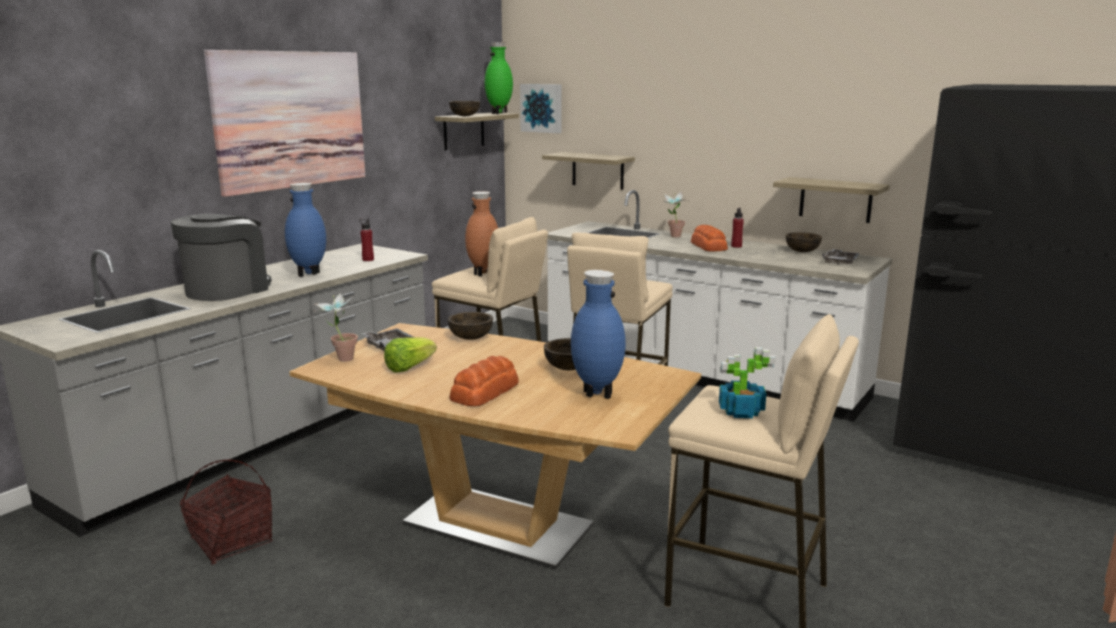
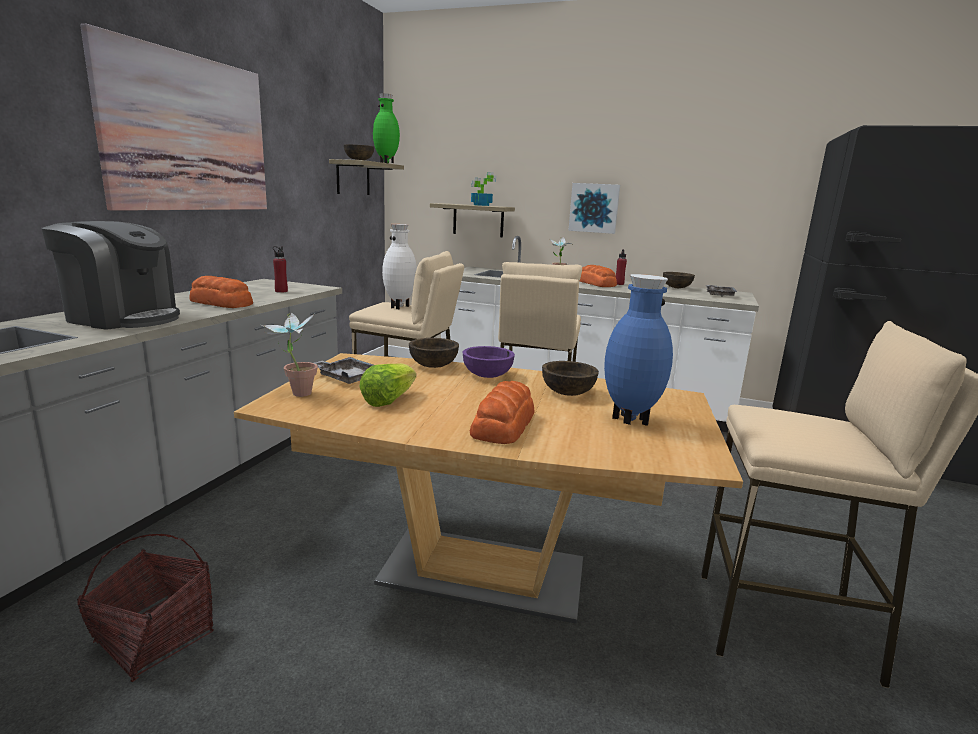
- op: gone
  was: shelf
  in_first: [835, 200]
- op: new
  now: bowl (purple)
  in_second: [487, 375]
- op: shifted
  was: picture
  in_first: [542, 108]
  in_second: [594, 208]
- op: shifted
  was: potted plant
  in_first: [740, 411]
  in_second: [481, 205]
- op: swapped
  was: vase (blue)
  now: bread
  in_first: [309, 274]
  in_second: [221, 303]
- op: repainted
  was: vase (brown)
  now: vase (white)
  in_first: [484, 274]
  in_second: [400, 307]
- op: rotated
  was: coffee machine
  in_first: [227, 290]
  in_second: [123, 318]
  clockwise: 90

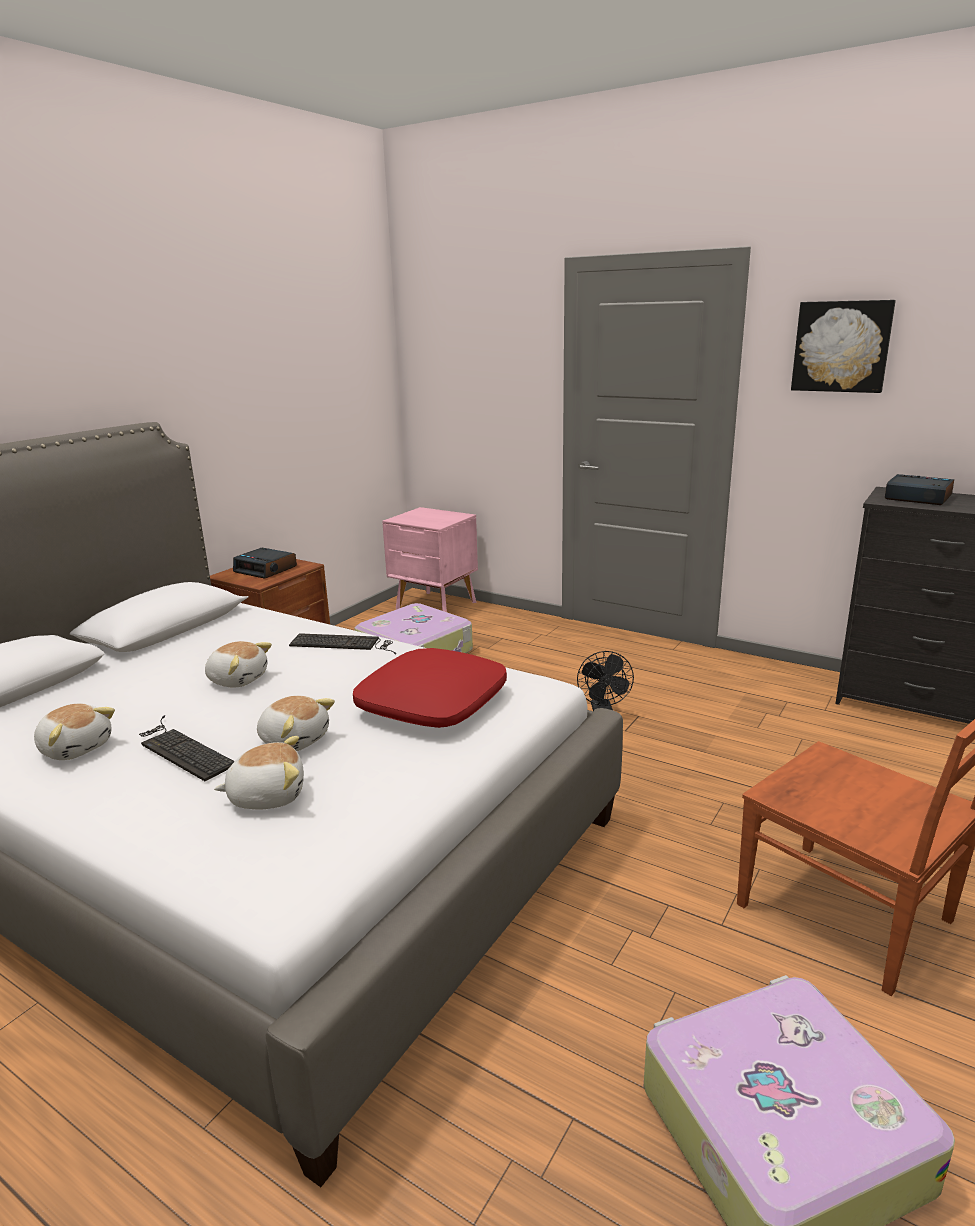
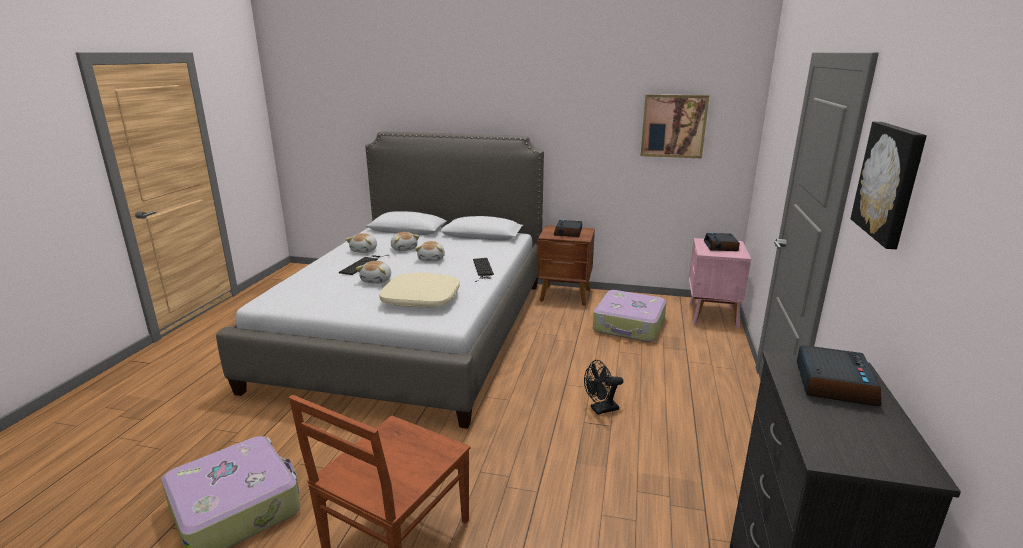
- op: new
  now: picture
  in_second: [673, 126]
- op: new
  now: alarm clock
  in_second: [721, 246]
- op: shifted
  was: plush toy
  in_first: [267, 795]
  in_second: [404, 249]
- op: repainted
  was: pillow (red)
  now: pillow (beige)
  in_first: [432, 703]
  in_second: [421, 299]

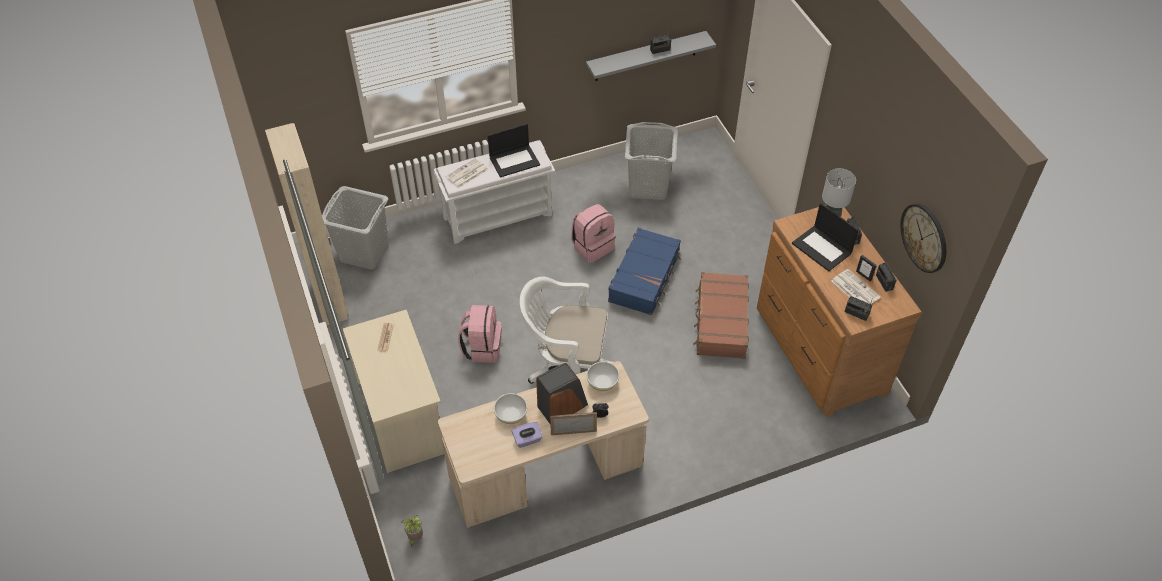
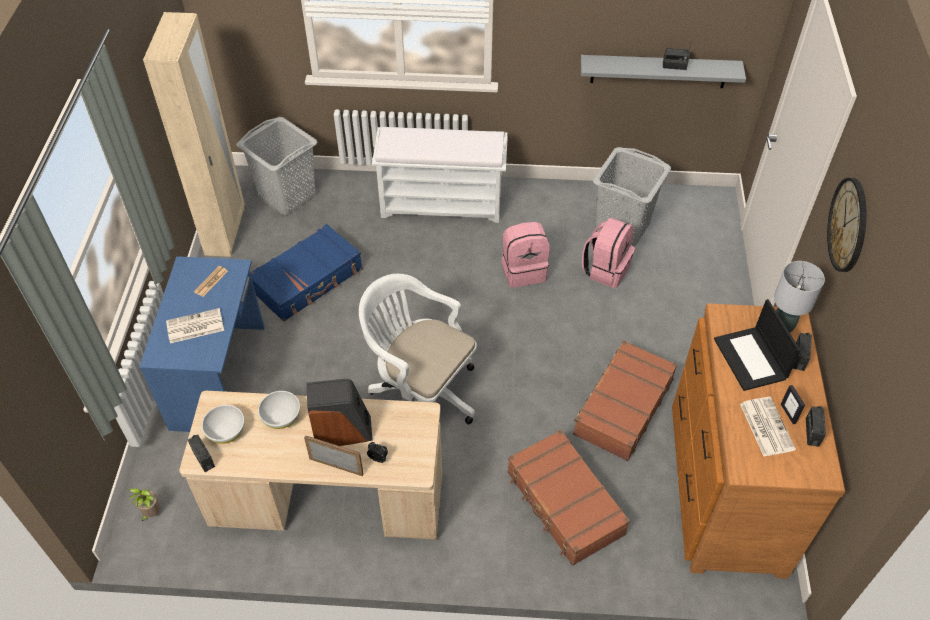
- op: gone
  was: laptop
  in_first: [514, 160]
- op: gone
  was: tissue box (purple)
  in_first: [527, 440]
- op: new
  now: suitcase (brown)
  in_second: [564, 504]
- op: shifted
  was: newspaper
  in_first: [467, 174]
  in_second: [194, 326]
- op: shifted
  was: backpack (pink)
  in_first: [482, 348]
  in_second: [606, 269]
- op: shifted
  was: bowl (white)
  in_first: [603, 382]
  in_second: [226, 431]
- op: shifted
  was: suitcase (blue)
  in_first: [645, 278]
  in_second: [308, 281]
- op: shifted
  was: radio
  in_first: [856, 313]
  in_second: [203, 458]
- op: shifted
  was: wall clock
  in_first: [924, 237]
  in_second: [848, 225]
- op: repainted
  was: desk (beige)
  now: desk (blue)
  in_first: [402, 416]
  in_second: [220, 376]

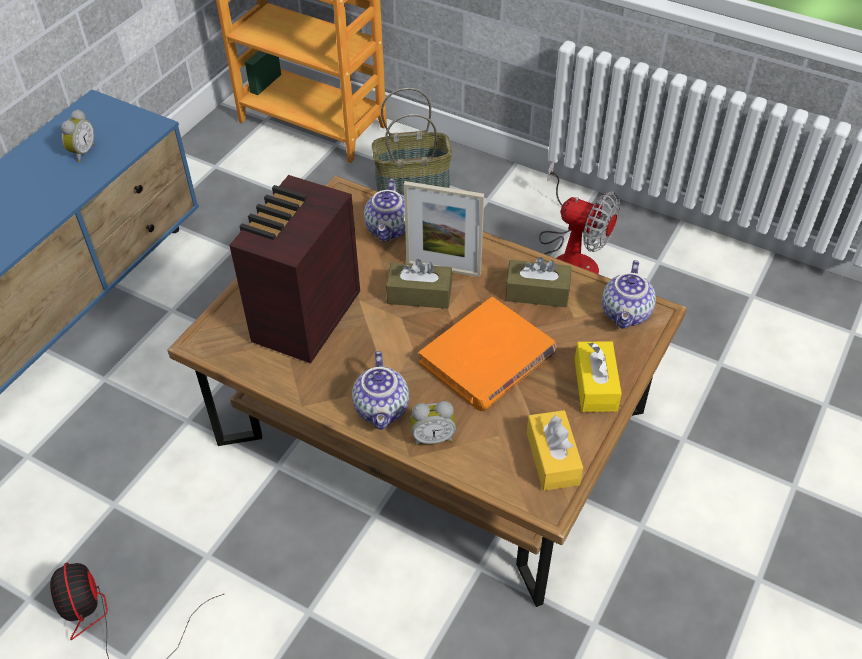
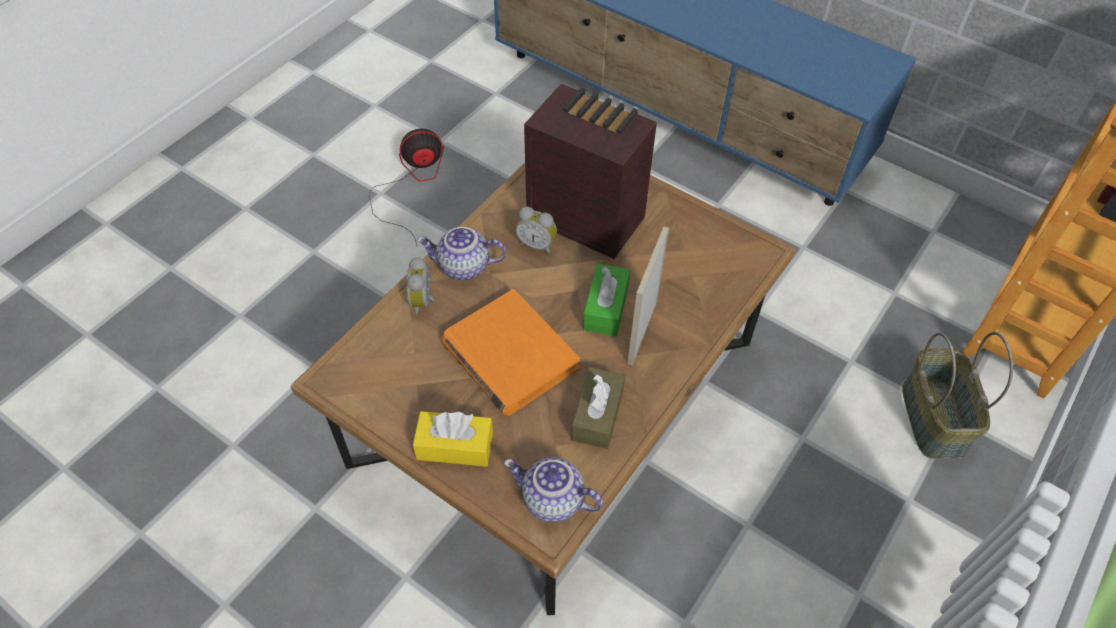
- op: gone
  was: teapot
  in_first: [390, 229]
- op: gone
  was: tissue box (yellow)
  in_first: [552, 458]
- op: gone
  was: fan
  in_first: [570, 259]
- op: shifted
  was: alarm clock
  in_first: [82, 152]
  in_second: [537, 244]
- op: repainted
  was: tissue box (brown)
  now: tissue box (green)
  in_first: [419, 294]
  in_second: [606, 308]

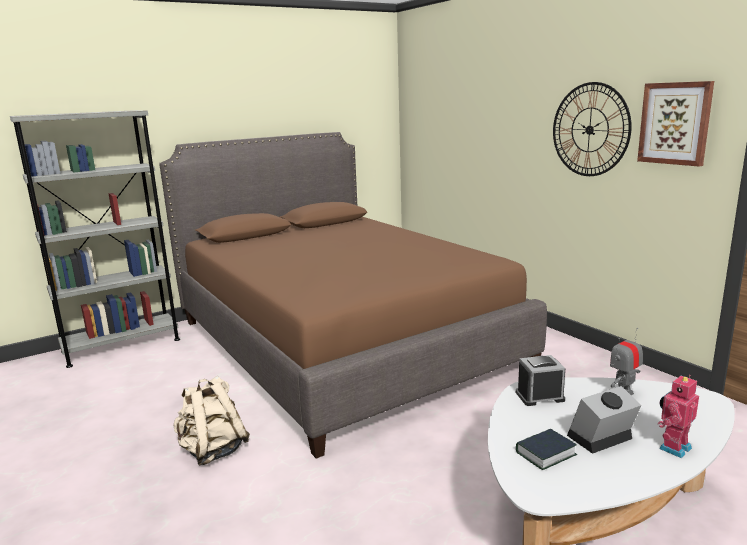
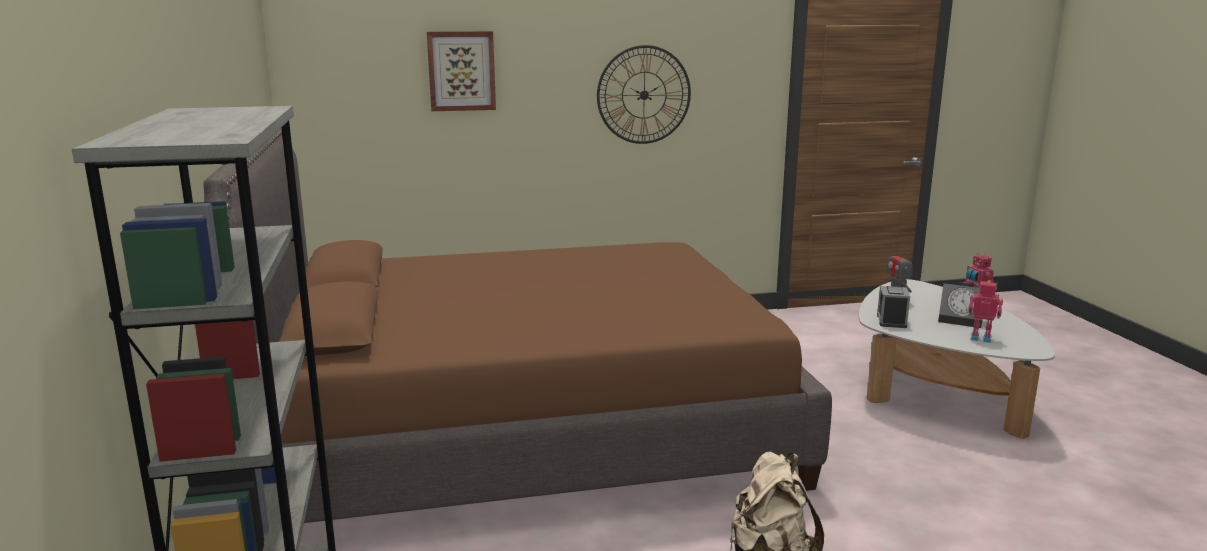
- op: shifted
  was: picture
  in_first: [675, 123]
  in_second: [461, 71]
- op: swapped
  was: book
  now: toy robot
  in_first: [545, 453]
  in_second: [981, 338]
- op: rotated
  was: alarm clock
  in_first: [600, 439]
  in_second: [962, 320]
  clockwise: -60

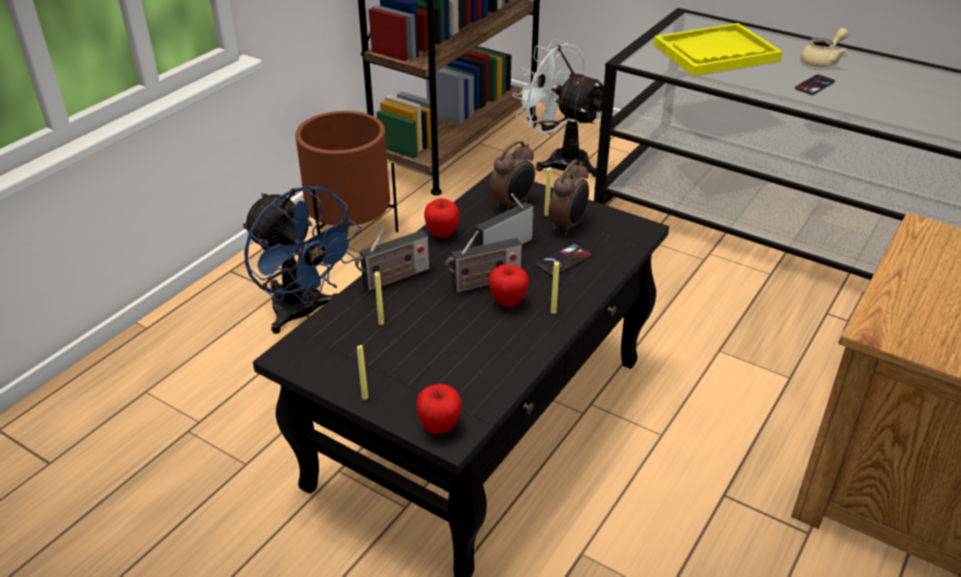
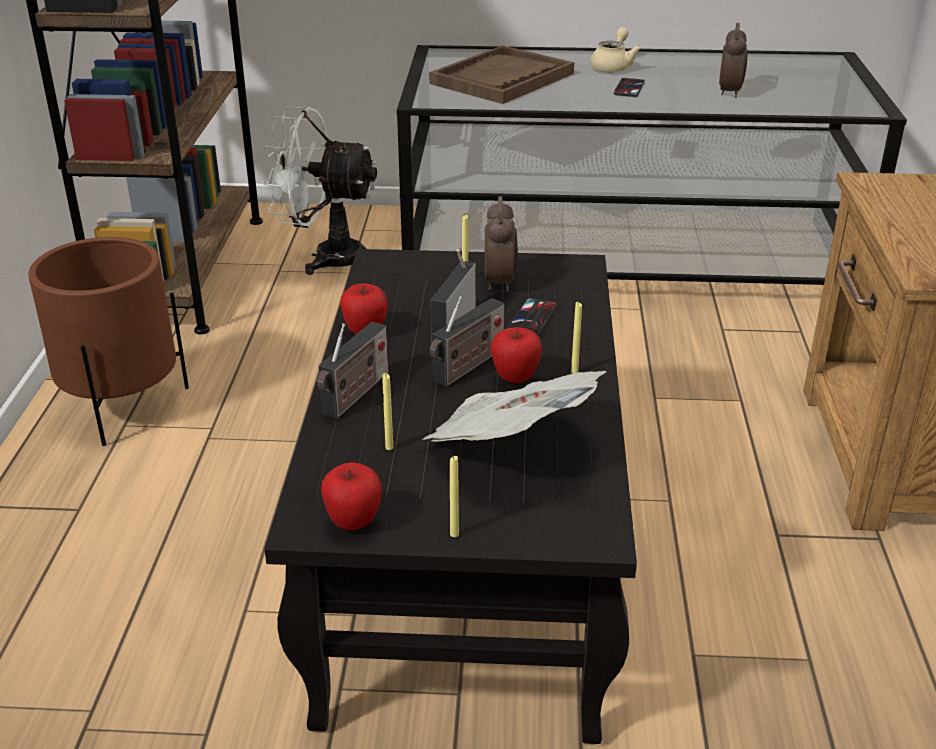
- op: gone
  was: fan (blue)
  in_first: [303, 313]
- op: new
  now: newspaper
  in_second: [511, 445]
- op: shifted
  was: apple
  in_first: [439, 427]
  in_second: [353, 522]
- op: shifted
  was: alarm clock
  in_first: [513, 204]
  in_second: [730, 92]
- op: repainted
  was: tray (yellow)
  now: tray (brown)
  in_first: [715, 53]
  in_second: [502, 79]

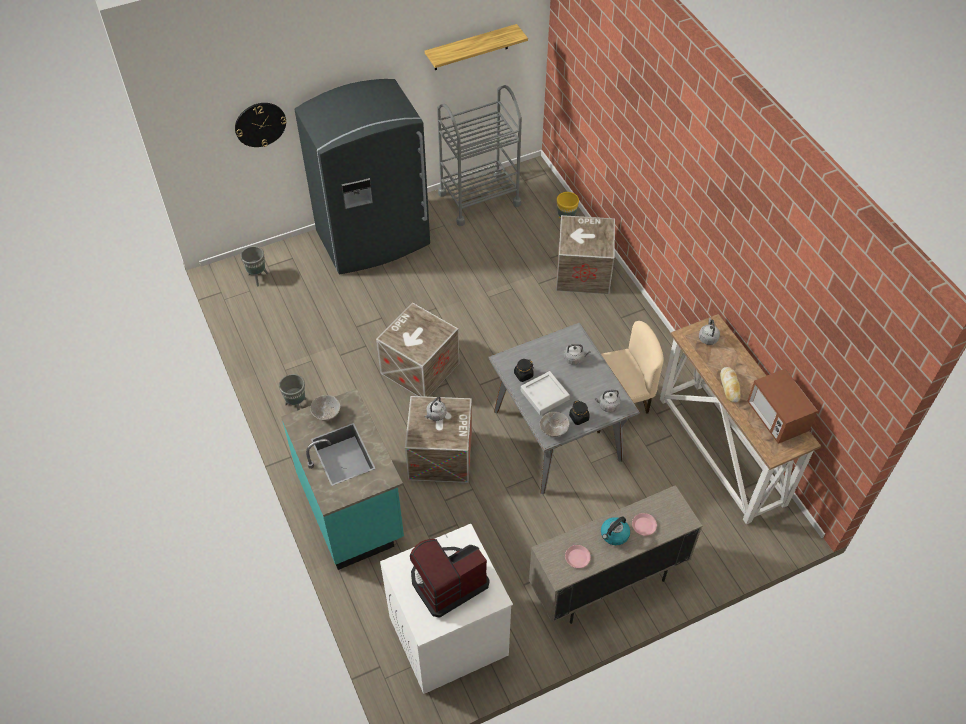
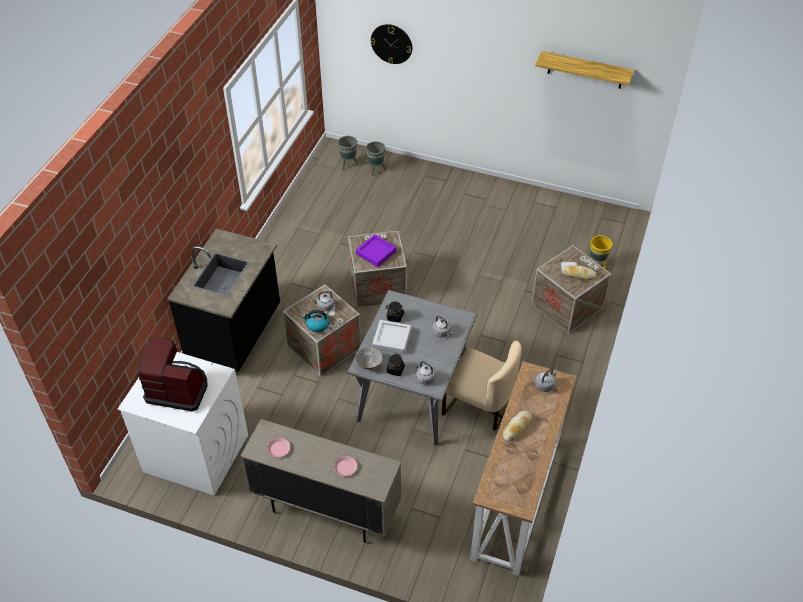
- op: gone
  was: fridge (grey)
  in_first: [374, 239]
- op: gone
  was: bowl (grey)
  in_first: [326, 414]
- op: gone
  was: cart (grey)
  in_first: [479, 199]
- op: gone
  was: microwave
  in_first: [776, 418]
- op: new
  now: tray (purple)
  in_second: [376, 253]
- op: new
  now: bread
  in_second: [578, 274]
- op: shifted
  was: planter (grey)
  in_first: [297, 406]
  in_second: [376, 170]
- op: shifted
  was: kettle
  in_first: [614, 535]
  in_second: [317, 325]
- op: repainted
  was: counter (turquoise)
  now: counter (black)
  in_first: [352, 509]
  in_second: [236, 336]

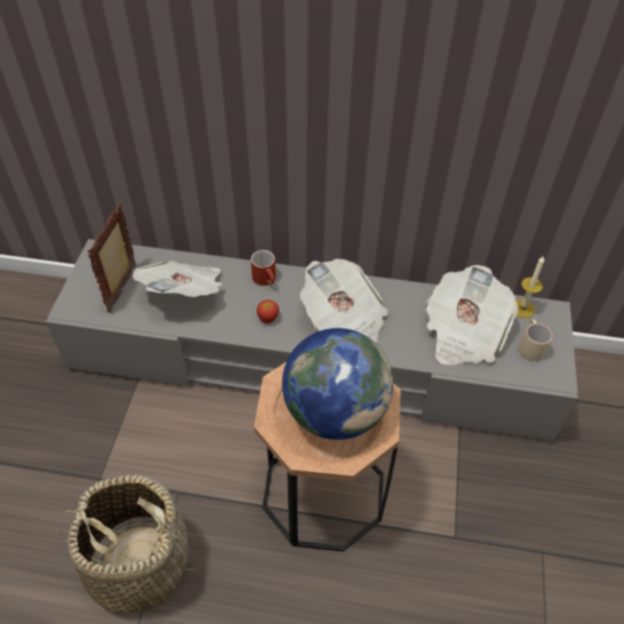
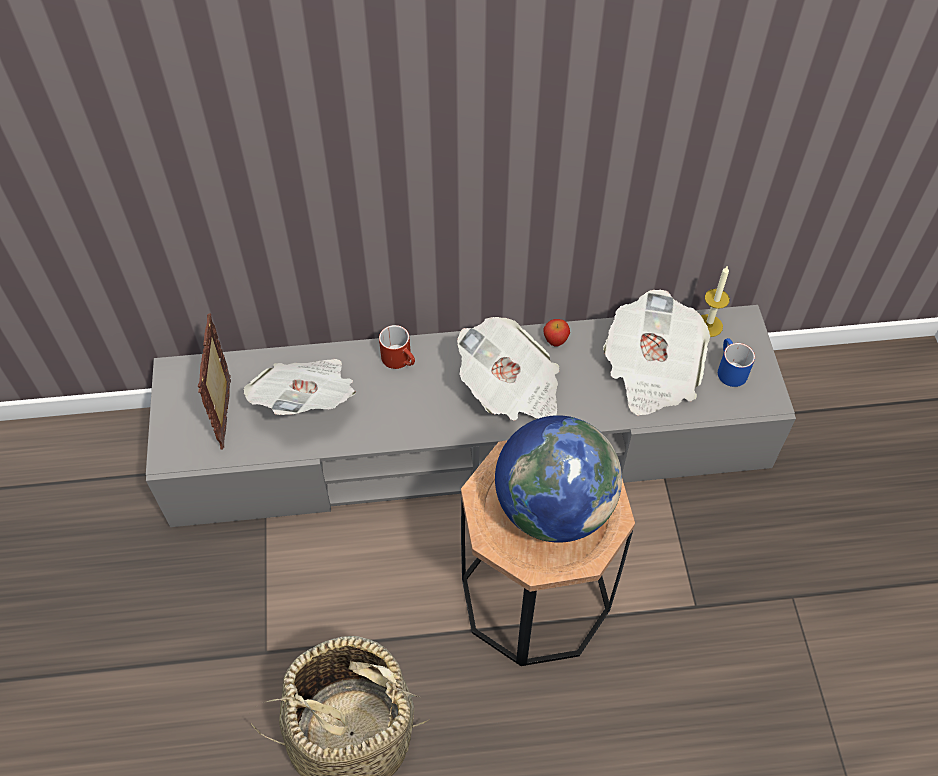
- op: shifted
  was: apple
  in_first: [268, 318]
  in_second: [555, 340]
- op: repainted
  was: mug (beige)
  now: mug (blue)
  in_first: [529, 346]
  in_second: [728, 370]

